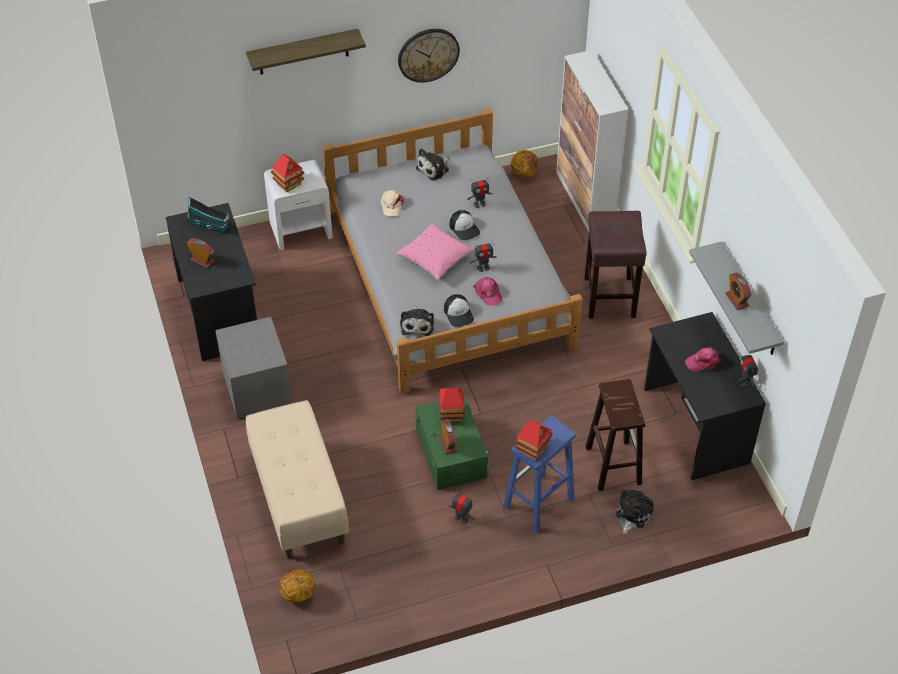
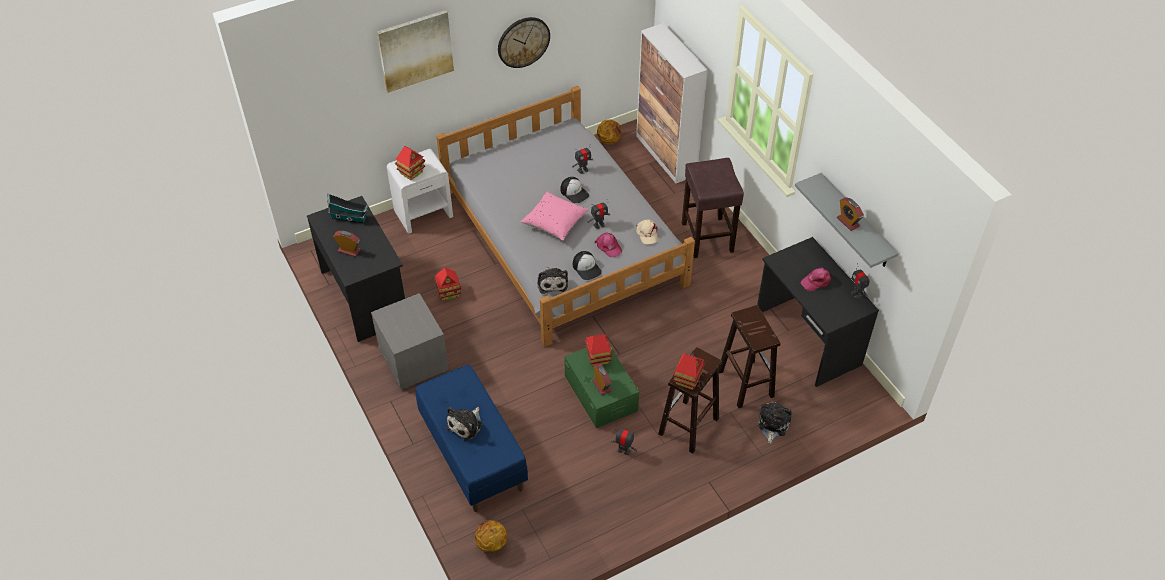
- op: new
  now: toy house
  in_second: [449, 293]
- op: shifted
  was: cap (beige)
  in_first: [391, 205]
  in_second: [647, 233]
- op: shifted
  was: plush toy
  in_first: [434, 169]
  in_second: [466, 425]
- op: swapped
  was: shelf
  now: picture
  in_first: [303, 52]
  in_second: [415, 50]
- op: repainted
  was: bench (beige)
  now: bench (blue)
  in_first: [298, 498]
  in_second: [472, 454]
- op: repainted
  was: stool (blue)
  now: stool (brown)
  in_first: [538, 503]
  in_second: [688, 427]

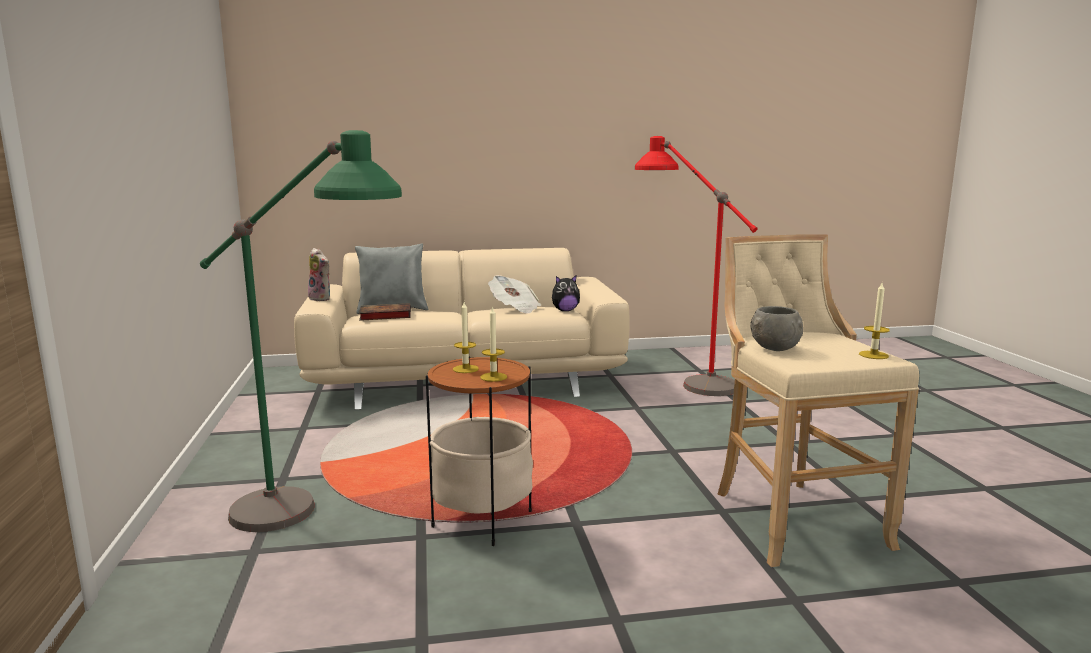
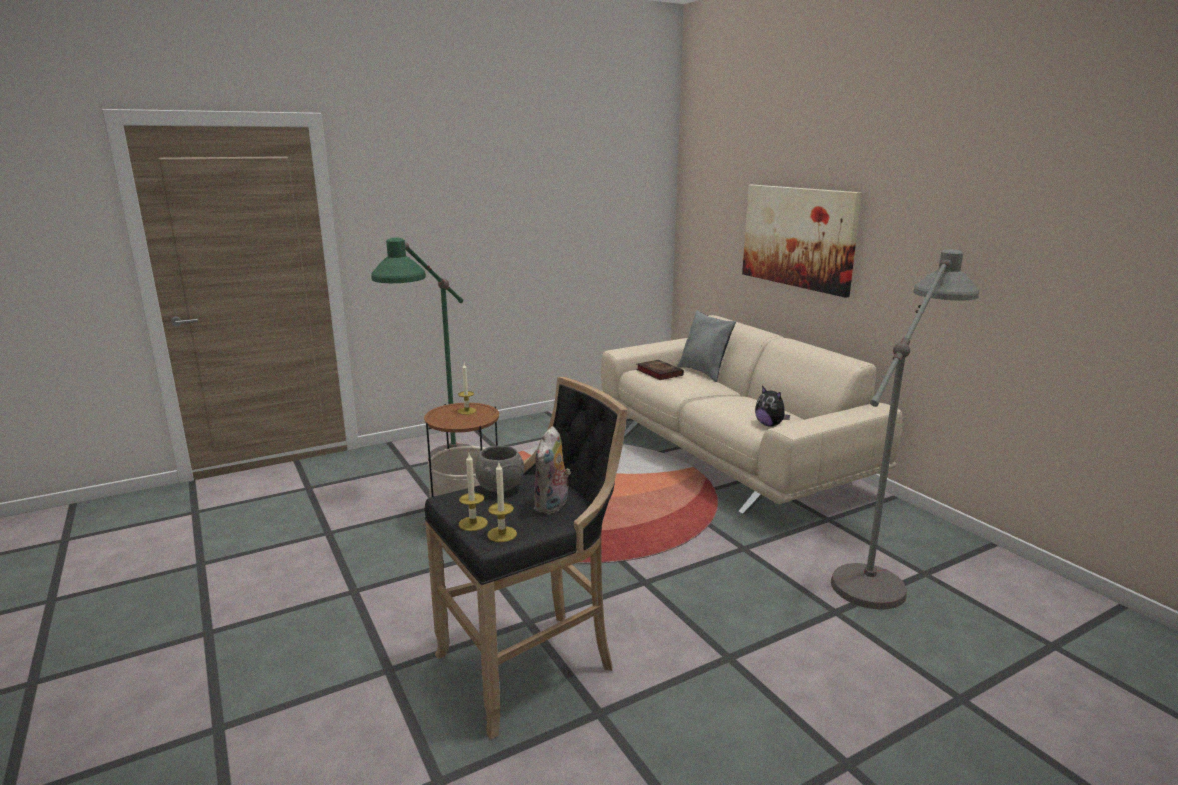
- op: gone
  was: newspaper
  in_first: [515, 308]
- op: new
  now: picture
  in_second: [798, 237]
- op: shifted
  was: plush toy
  in_first: [322, 298]
  in_second: [552, 506]
- op: shifted
  was: candle
  in_first: [493, 377]
  in_second: [473, 523]
- op: repainted
  was: floor lamp (red)
  now: floor lamp (grey)
  in_first: [684, 376]
  in_second: [884, 565]
- op: repainted
  was: stool (beige)
  now: stool (black)
  in_first: [791, 518]
  in_second: [532, 664]

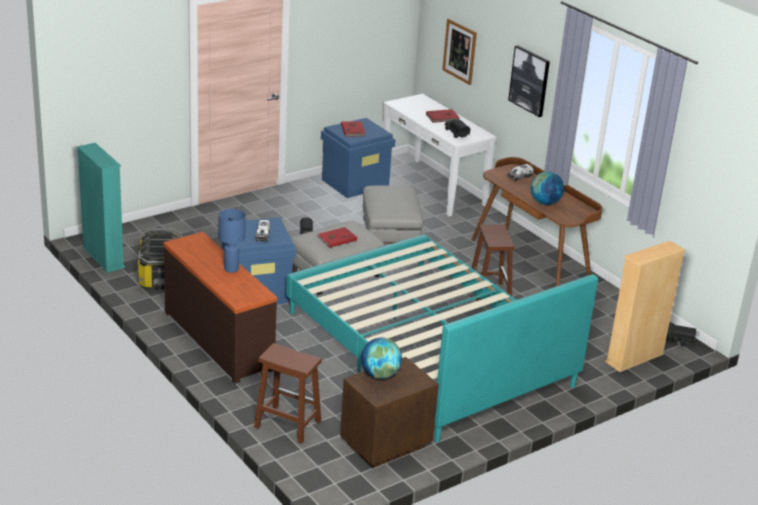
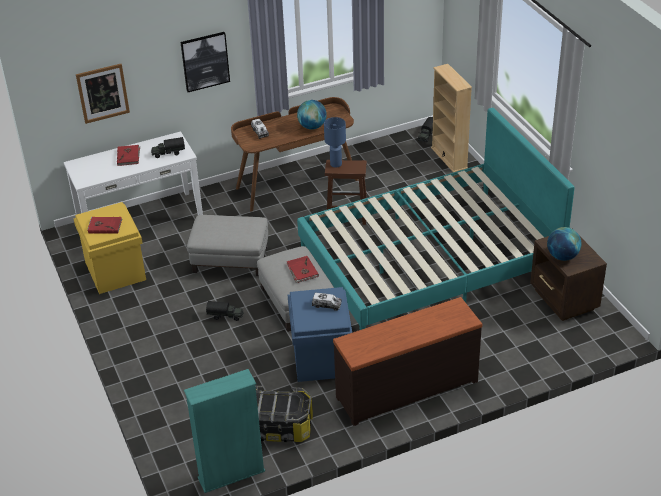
- op: gone
  was: stool (brown)
  in_first: [286, 424]
- op: shifted
  was: table lamp (blue)
  in_first: [231, 269]
  in_second: [336, 164]
- op: repainted
  was: storage box (blue)
  now: storage box (yellow)
  in_first: [355, 183]
  in_second: [114, 270]

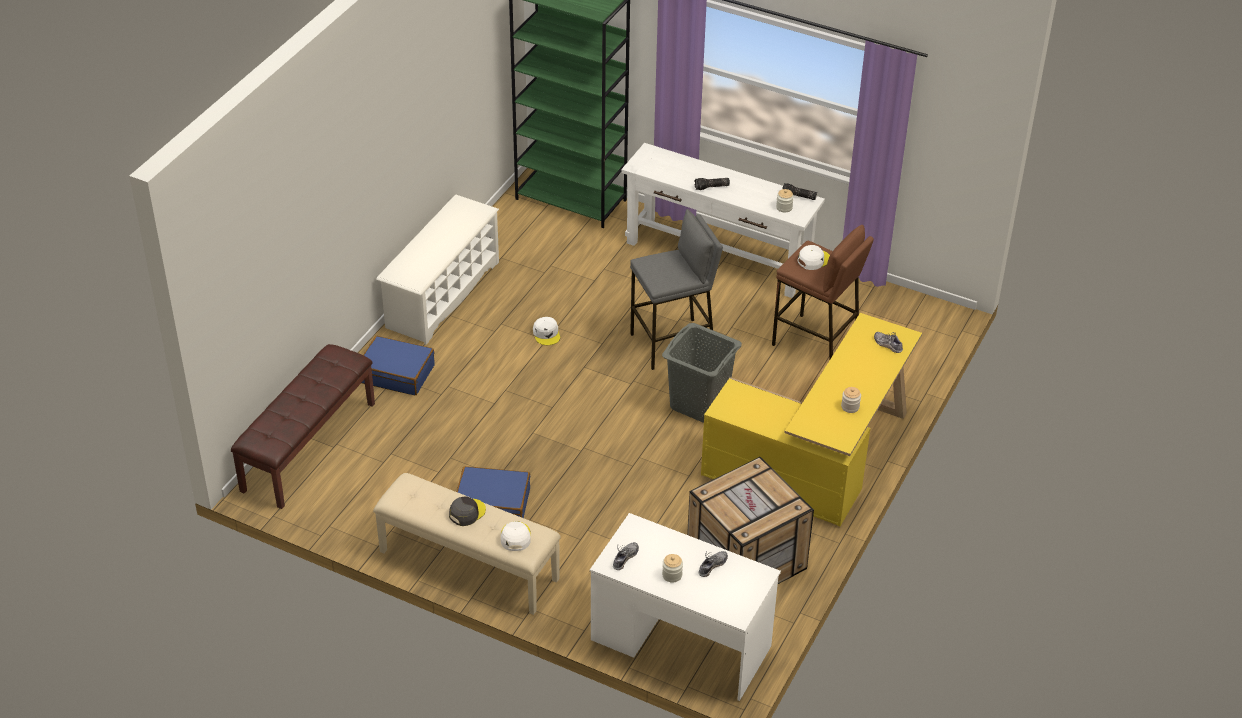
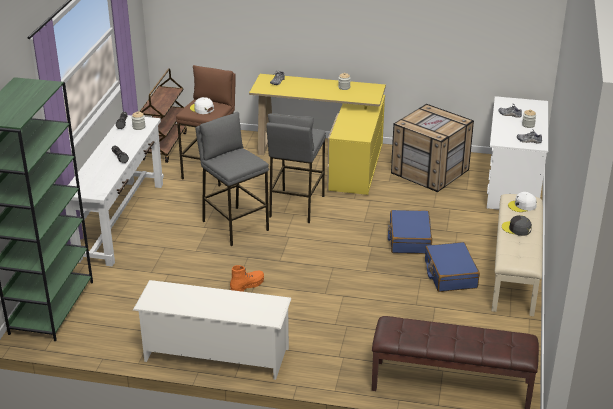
- op: new
  now: cart (brown)
  in_second: [164, 146]
- op: shifted
  was: suitcase (blue)
  in_first: [396, 373]
  in_second: [409, 239]
- op: swapped
  was: cap (white)
  now: boot (orange)
  in_first: [546, 334]
  in_second: [247, 286]
- op: swapped
  was: laundry basket (grey)
  now: stool (grey)
  in_first: [698, 403]
  in_second: [296, 206]

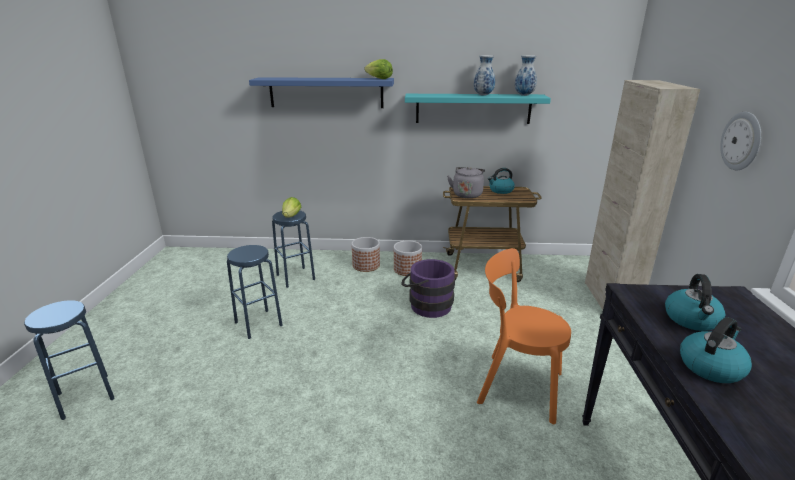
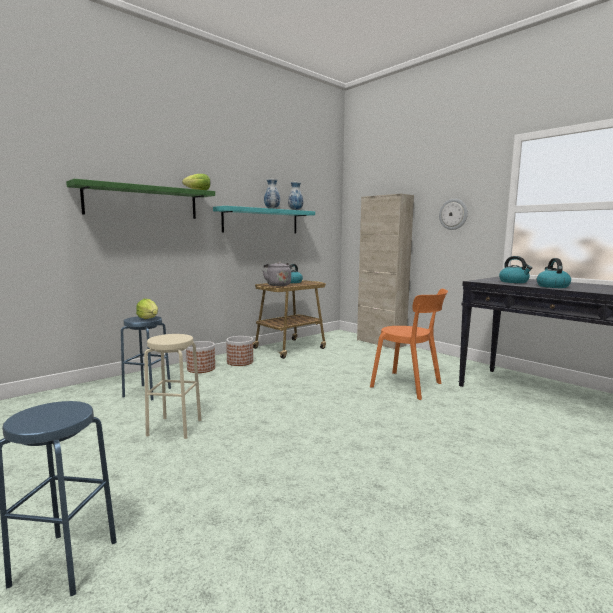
- op: gone
  was: bucket (purple)
  in_first: [426, 305]
- op: repainted
  was: stool (blue)
  now: stool (beige)
  in_first: [258, 324]
  in_second: [174, 427]
- op: repainted
  was: shelf (blue)
  now: shelf (green)
  in_first: [326, 92]
  in_second: [142, 202]
- op: rotated
  was: chair (orange)
  in_first: [515, 385]
  in_second: [409, 386]
  clockwise: -120

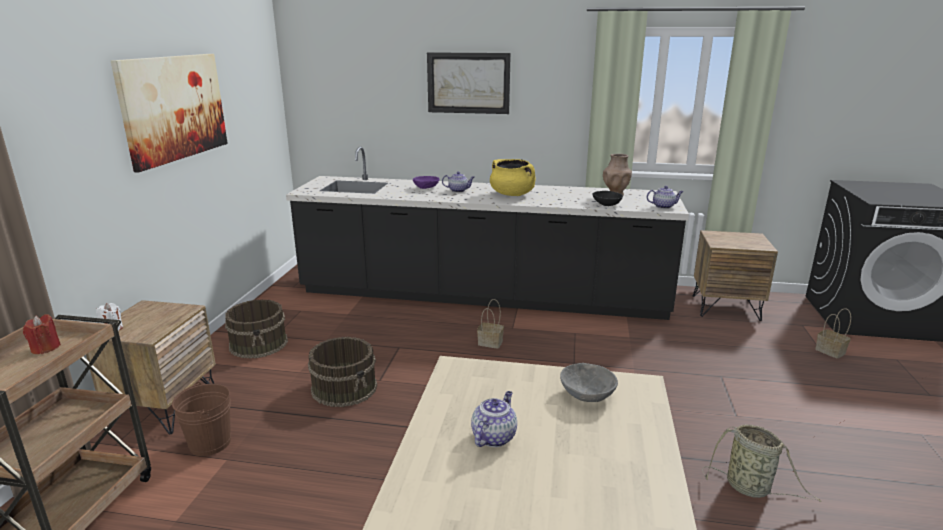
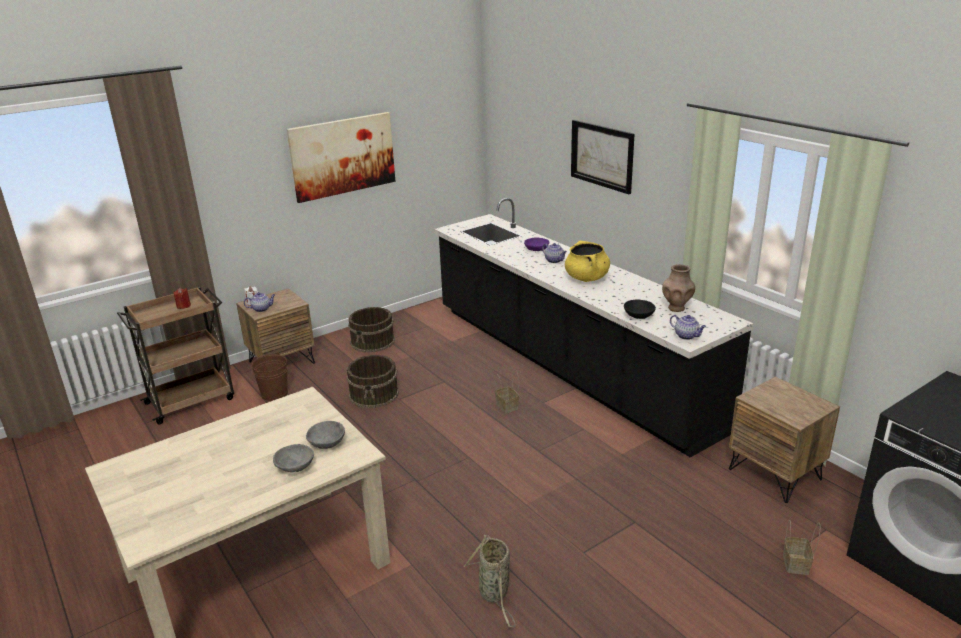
- op: new
  now: bowl (grey)
  in_second: [294, 468]
- op: shifted
  was: teapot
  in_first: [493, 436]
  in_second: [262, 309]

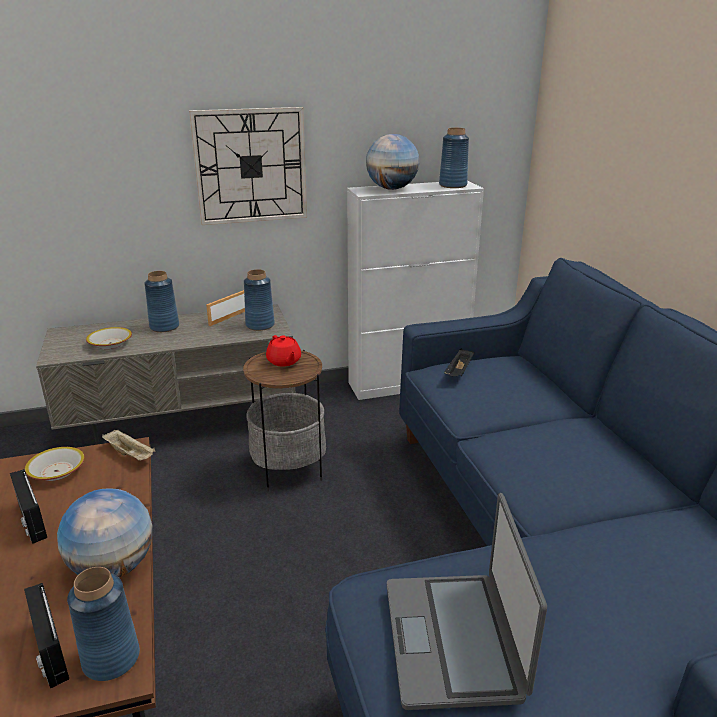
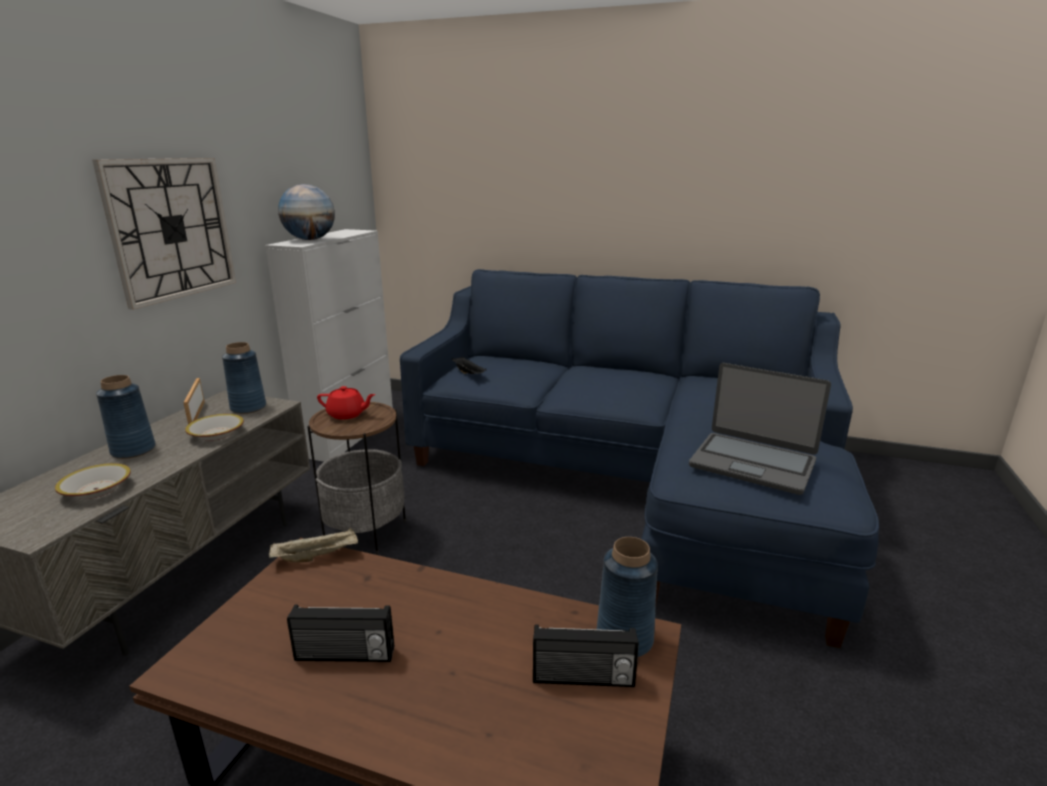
- op: gone
  was: globe
  in_first: [113, 567]
- op: gone
  was: vase (blue)
  in_first: [453, 185]
- op: shifted
  was: bowl
  in_first: [56, 471]
  in_second: [216, 434]

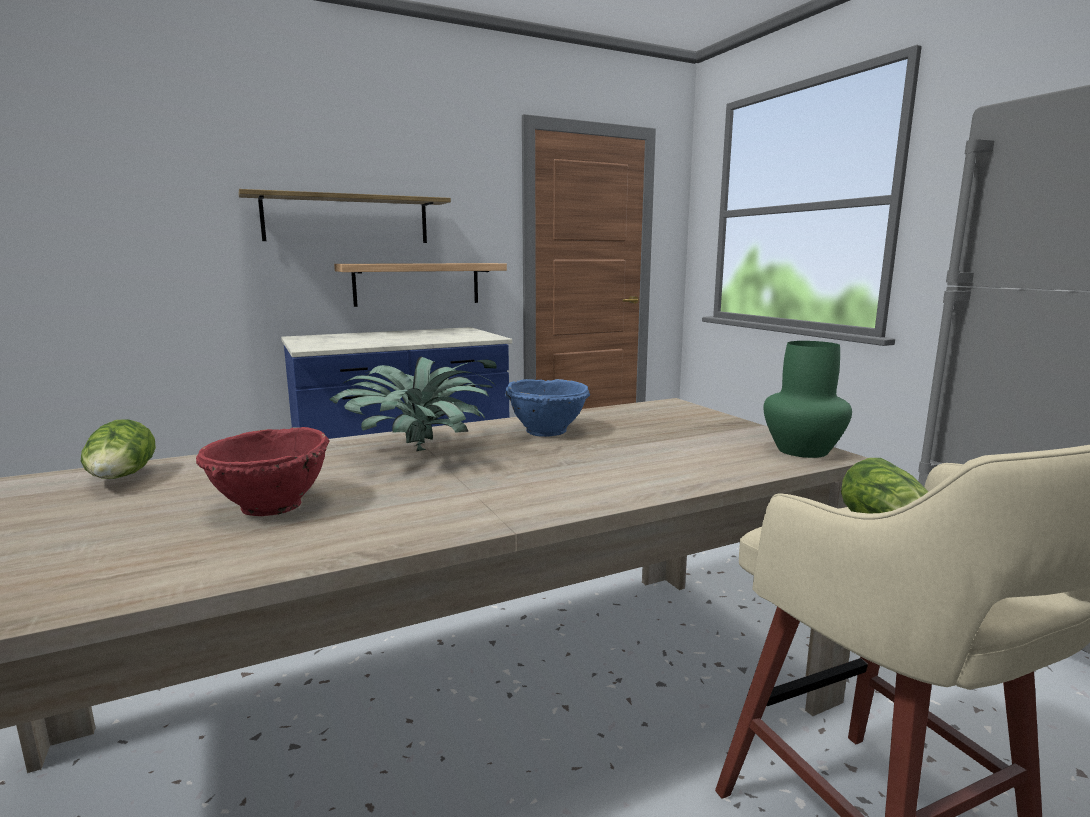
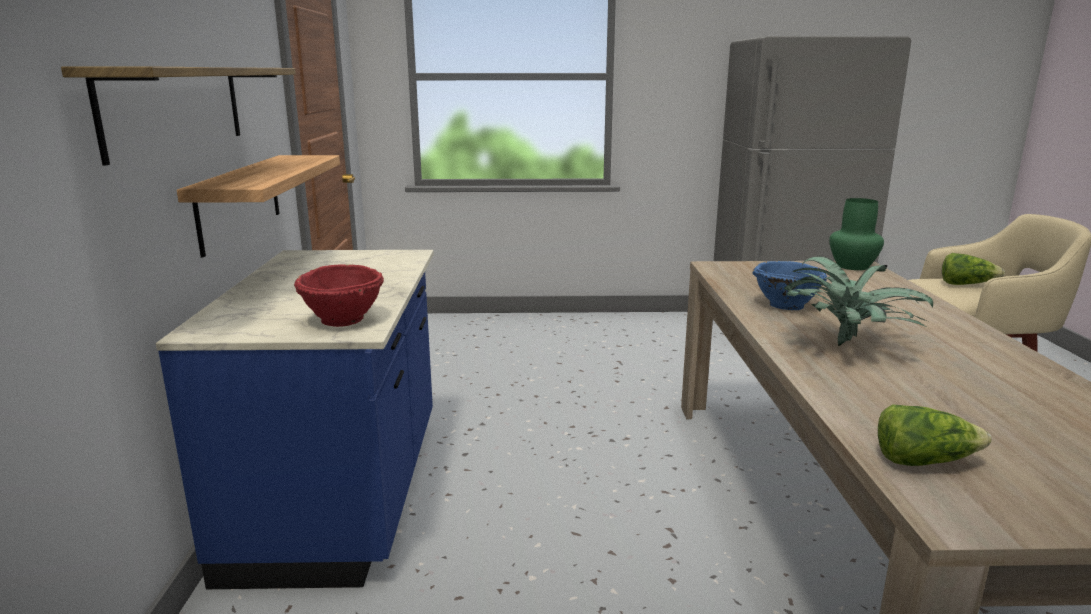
- op: shifted
  was: bowl (red)
  in_first: [271, 507]
  in_second: [344, 320]

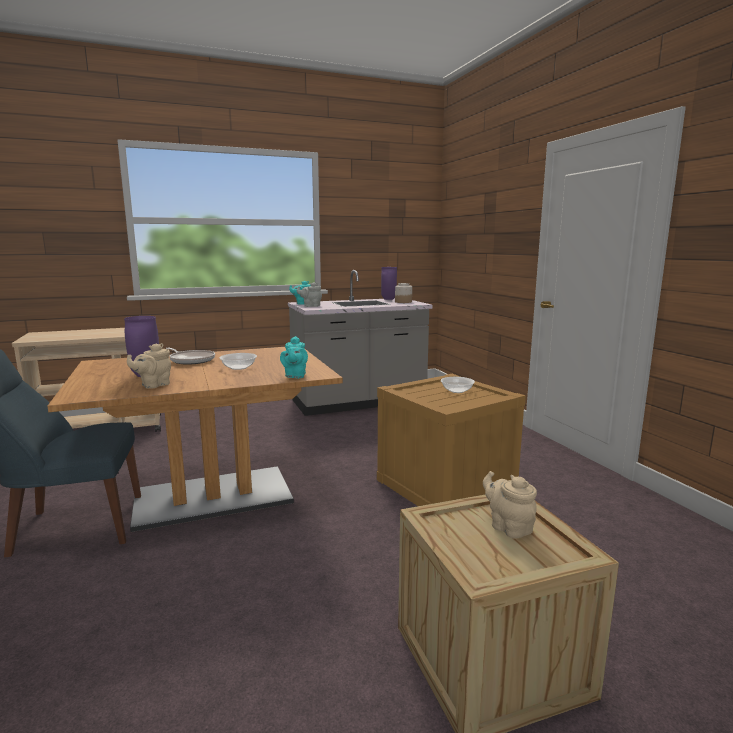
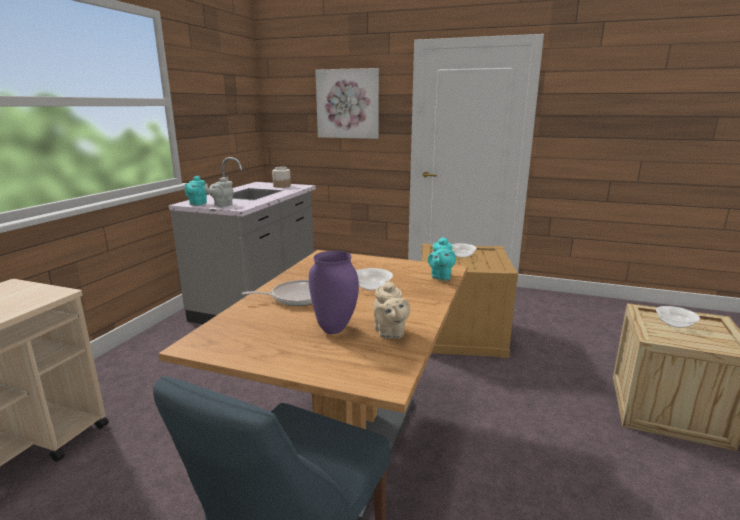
- op: gone
  was: vase (purple)
  in_first: [389, 299]
- op: new
  now: picture
  in_second: [348, 104]
- op: swapped
  was: teapot (beige)
  now: bowl
  in_first: [508, 527]
  in_second: [675, 324]
- op: rotated
  was: teapot (turquoise)
  in_first: [295, 376]
  in_second: [440, 277]
  clockwise: 60

